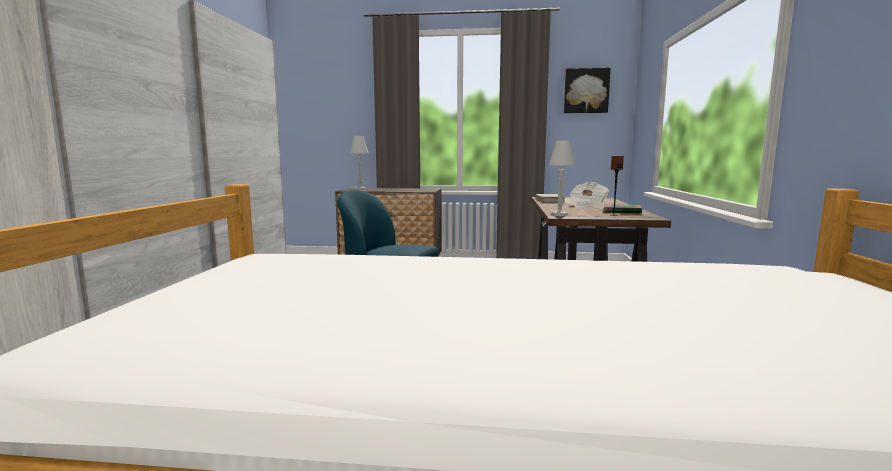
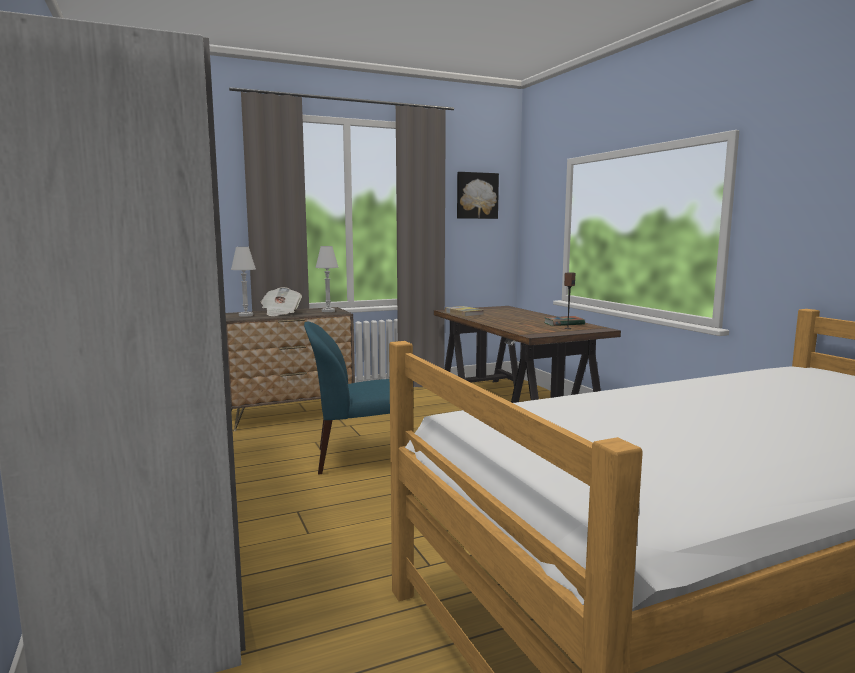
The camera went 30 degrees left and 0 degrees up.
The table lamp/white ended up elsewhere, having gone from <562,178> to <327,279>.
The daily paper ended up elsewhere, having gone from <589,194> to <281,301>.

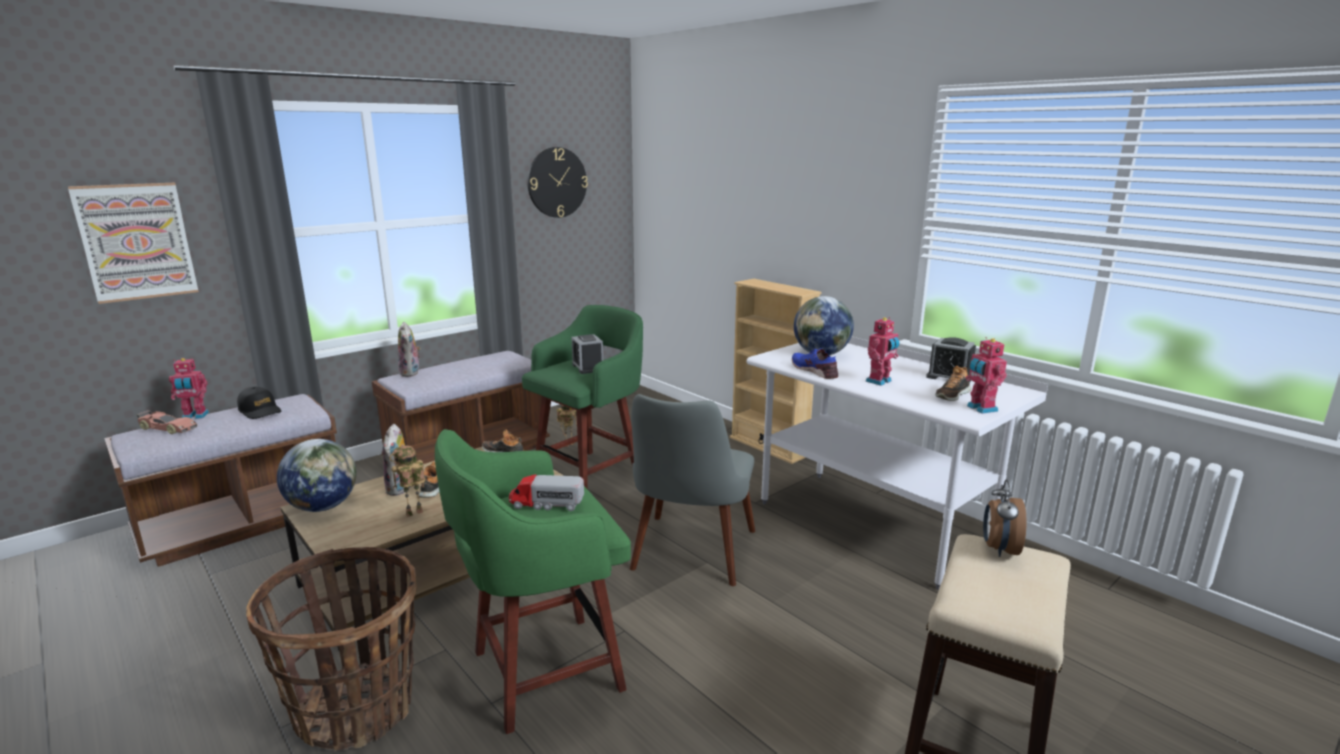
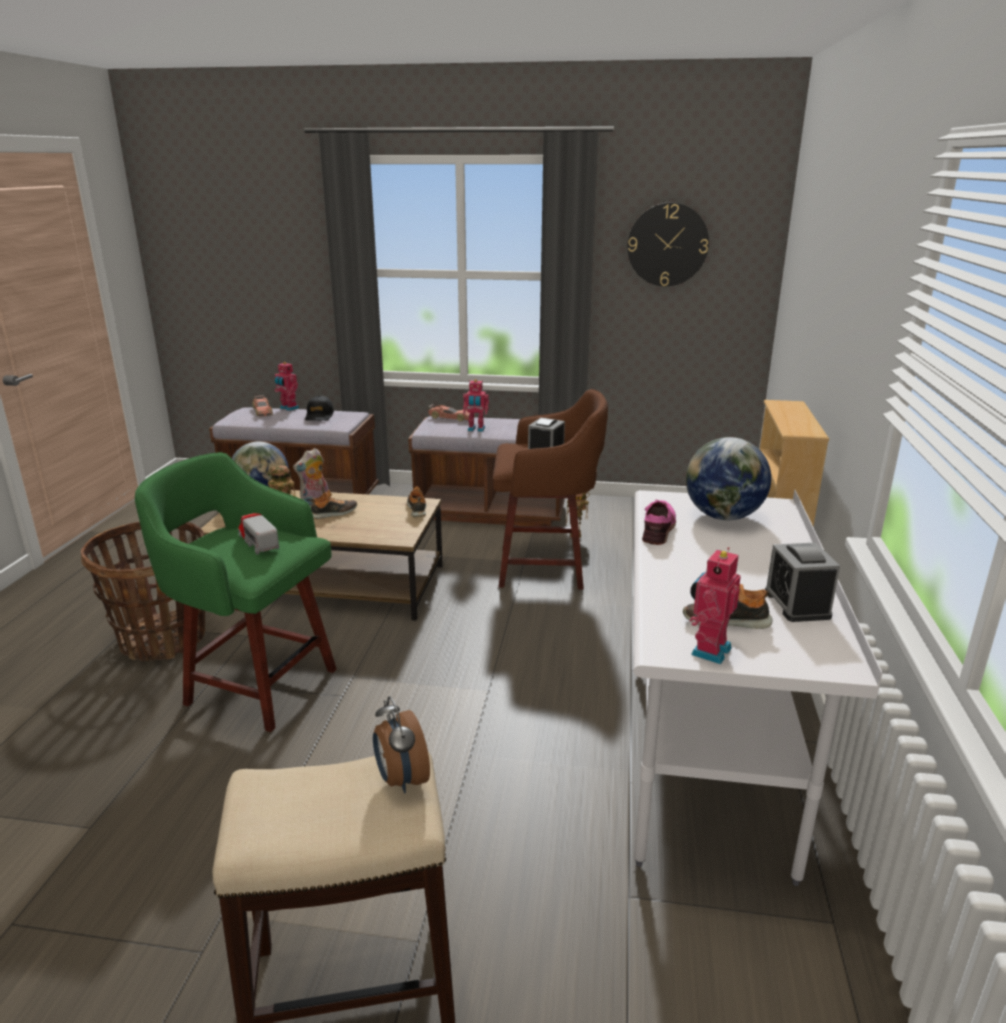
The camera went 50 degrees right and 5 degrees up.
The second view lost the wall picture at <133,243>.
What was the sitting stool/green at <582,397> turned into the sitting stool/brown-coloured at <550,489>.
The model robot ended up elsewhere, having gone from <882,351> to <476,405>.
Where the soft toy stood at <409,349>, the model car came to stand at <451,413>.
What was the item of footwear/bluish at <815,363> turned into the item of footwear/pink at <659,522>.
The second view lost the chair/gray at <692,490>.
The bedside clock at <1005,518> ended up facing another way, 90 degrees counterclockwise from before.

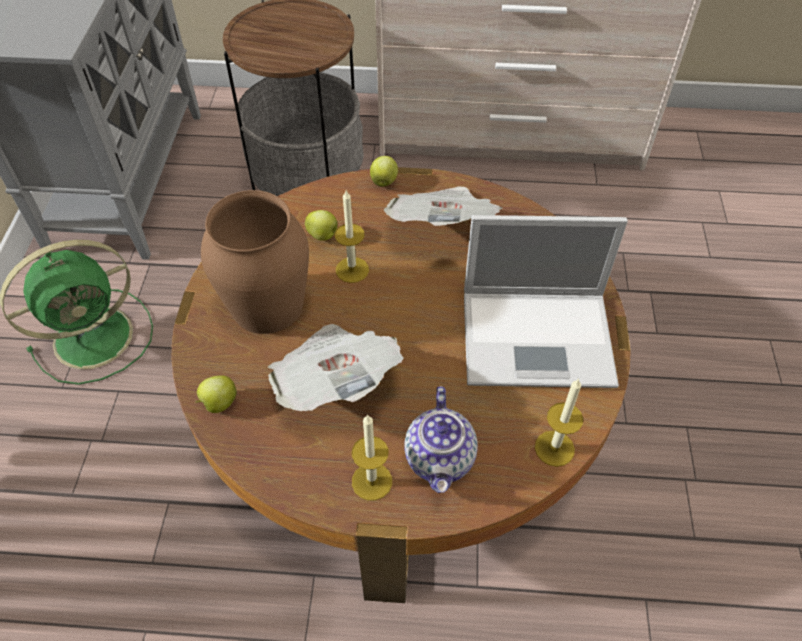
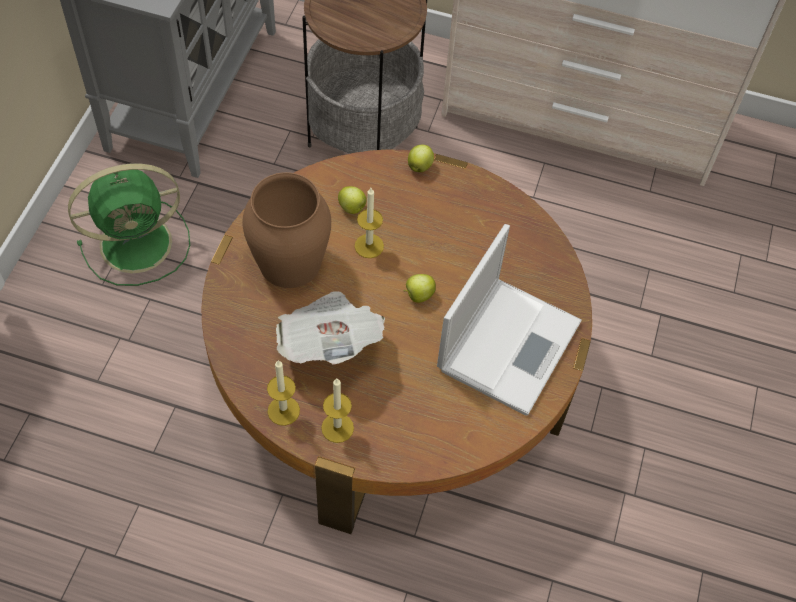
The camera went 10 degrees right and 5 degrees up.
The second view lost the daily paper at <443,206>.
The laptop at <546,301> ended up facing another way, 75 degrees counterclockwise from before.
The apple ended up elsewhere, having gone from <216,394> to <420,288>.
The wax light ended up elsewhere, having gone from <559,422> to <283,393>.
The second view lost the teapot at <441,439>.

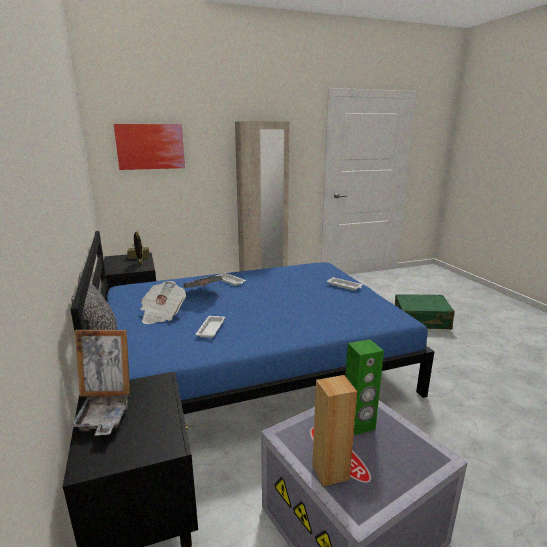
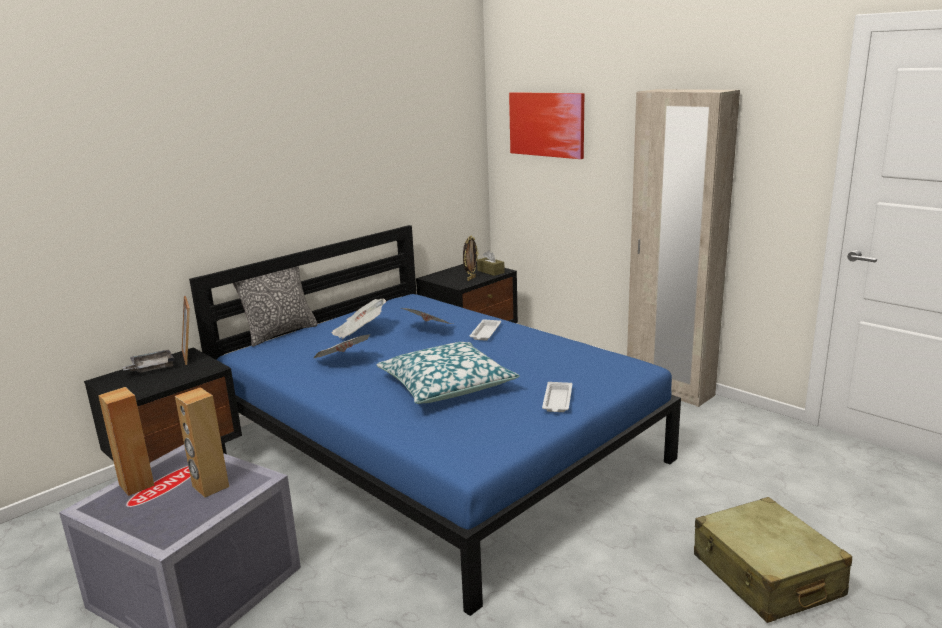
The camera went 65 degrees right and 0 degrees up.
What was the suitcase/green at <425,311> turned into the suitcase/sand-coloured at <773,560>.
Where the tray/white stood at <210,327>, the daily paper came to stand at <341,346>.
What was the loudspeaker/green at <364,387> turned into the loudspeaker/brown-coloured at <202,442>.
The second view gained the pillow at <448,373>.

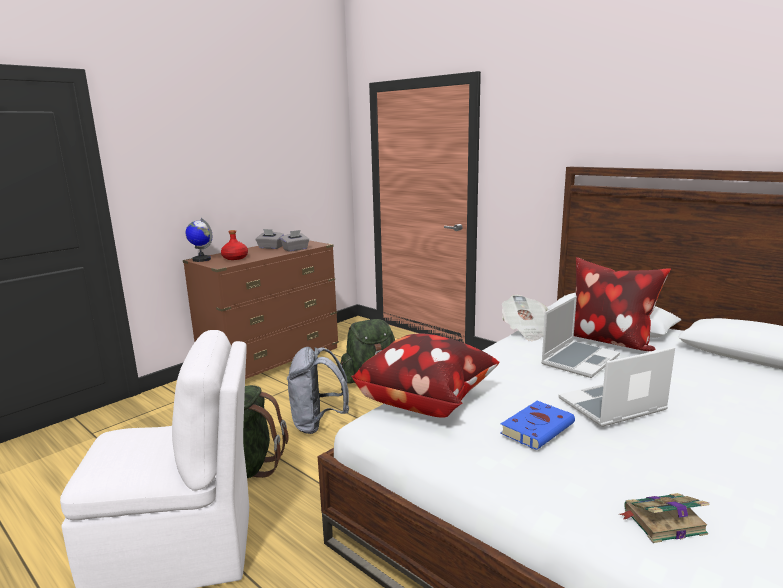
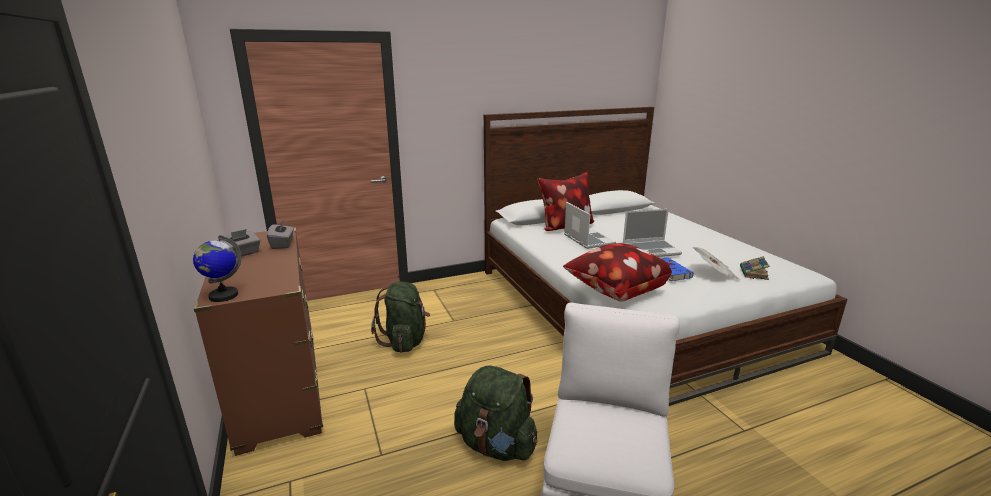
The camera went 65 degrees left and 5 degrees up.
The second view lost the beverage bottle/red at <234,245>.
The daily paper ended up elsewhere, having gone from <525,318> to <715,263>.
The second view lost the rucksack/gray at <318,390>.
The laptop at <616,387> ended up facing another way, 105 degrees counterclockwise from before.

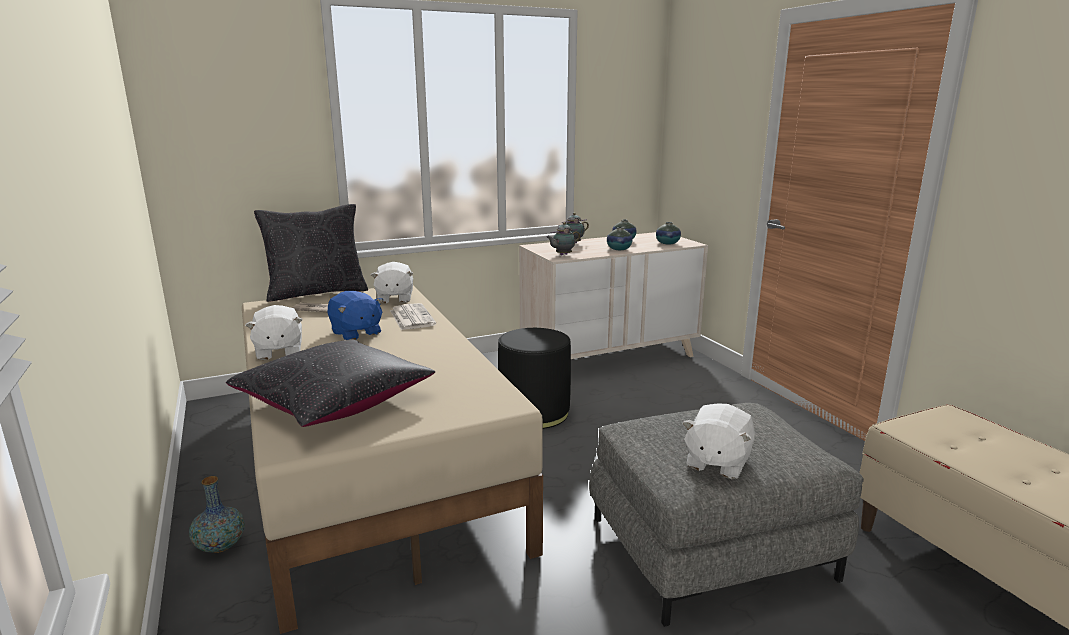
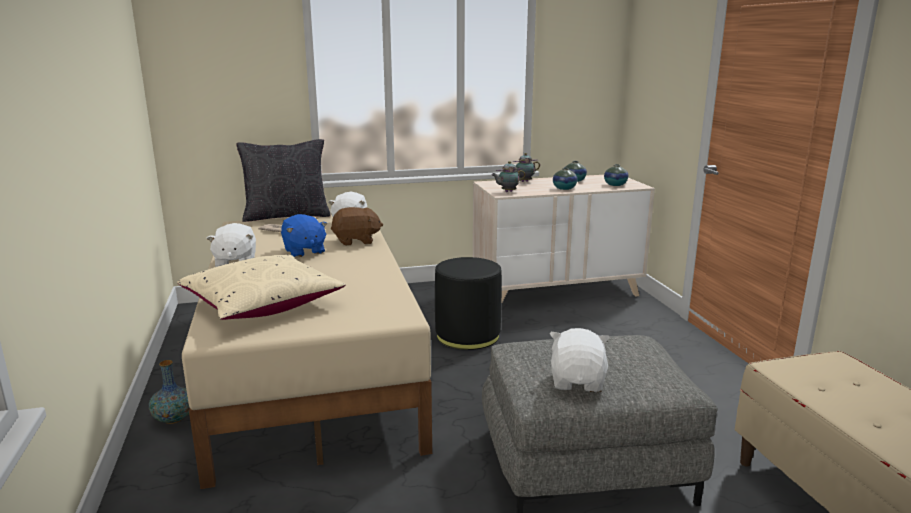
The camera went 10 degrees right and 0 degrees up.
Where the daily paper stood at <413,316>, the soft toy/brown-coloured came to stand at <357,226>.
What was the pillow/black at <330,383> turned into the pillow/sand-coloured at <261,287>.
The soft toy/white at <719,441> ended up facing another way, 150 degrees clockwise from before.

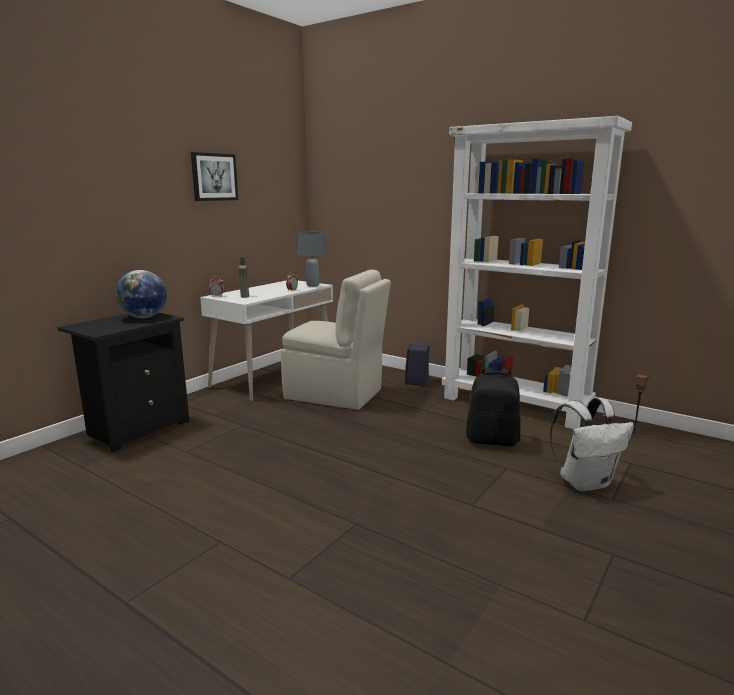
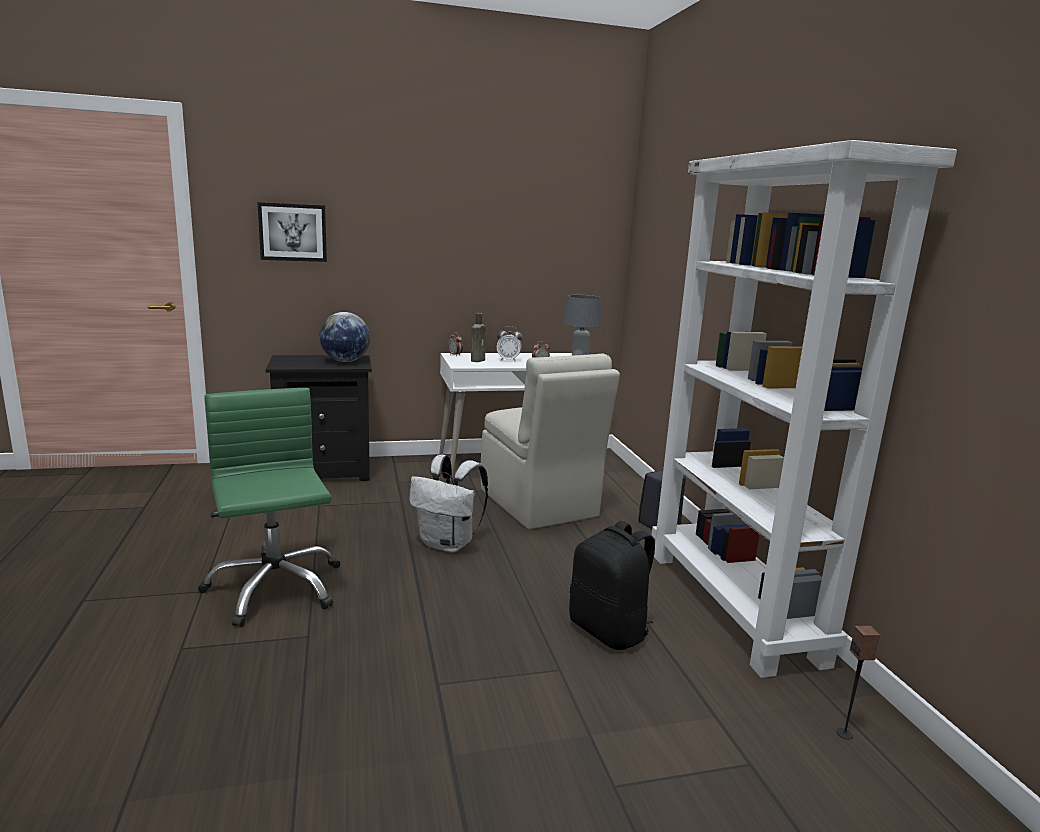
The camera went 40 degrees right and 0 degrees up.
The wall picture ended up elsewhere, having gone from <214,176> to <292,232>.
The rucksack/white ended up elsewhere, having gone from <592,445> to <448,504>.
The second view gained the bedside clock at <510,344>.
The second view gained the desk chair/green at <269,507>.

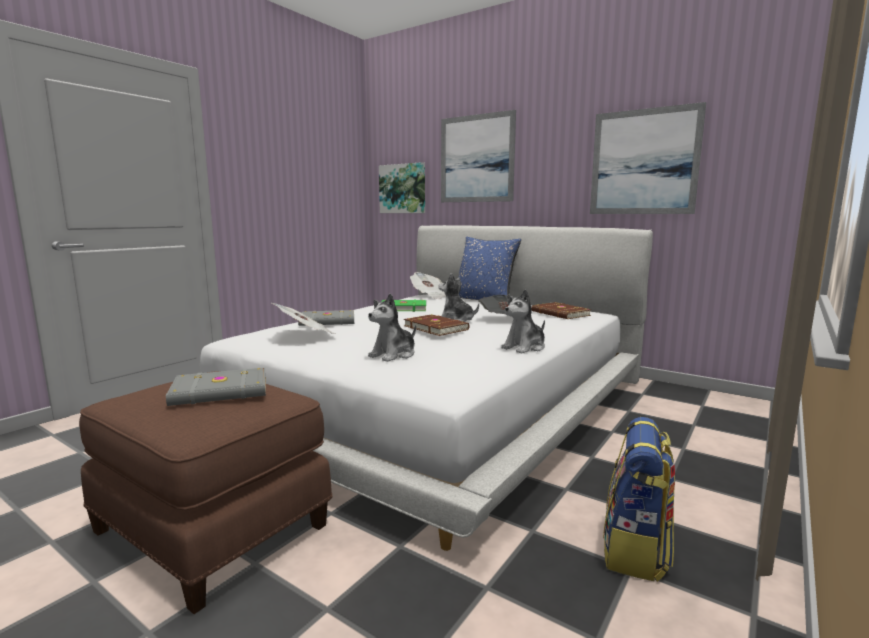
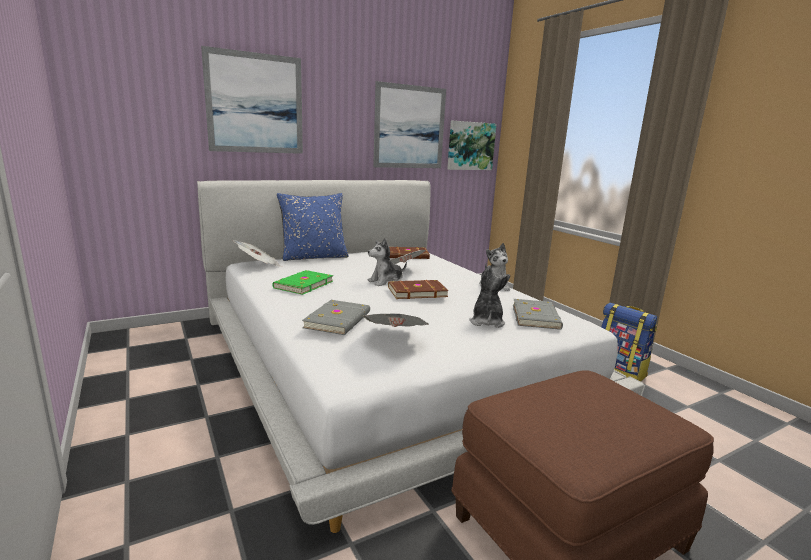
The camera went 65 degrees left and 5 degrees up.
The wall picture ended up elsewhere, having gone from <402,187> to <471,145>.
The soft toy at <392,327> ended up facing another way, 150 degrees counterclockwise from before.
The book/gray ended up elsewhere, having gone from <216,387> to <538,314>.

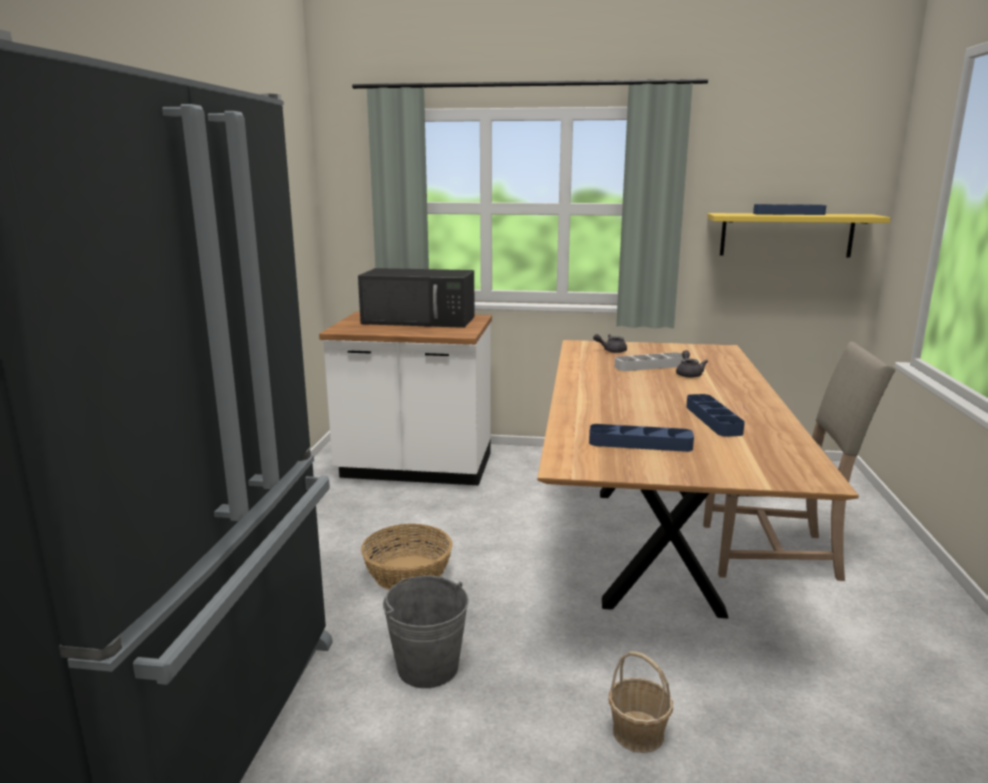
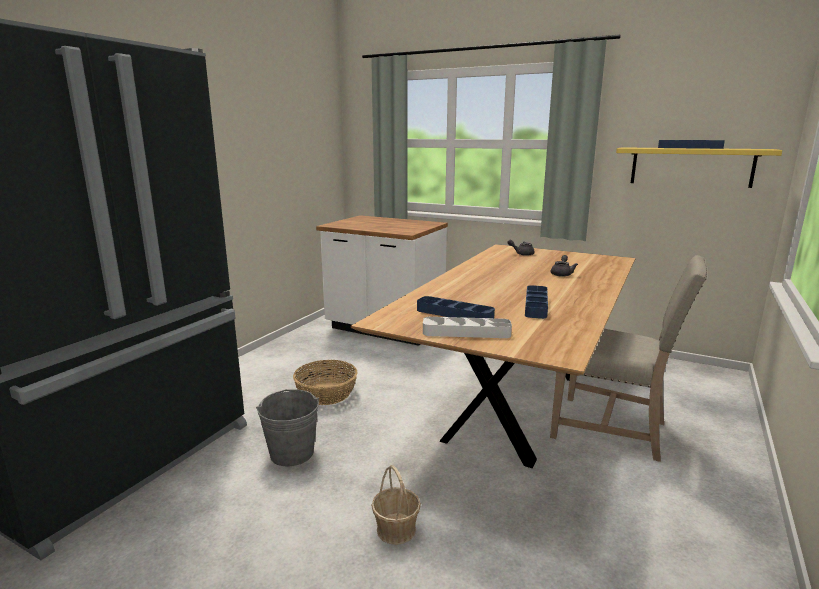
The camera went 20 degrees right and 0 degrees up.
The second view lost the microwave/black at <416,298>.
The tray/gray ended up elsewhere, having gone from <649,361> to <467,327>.

